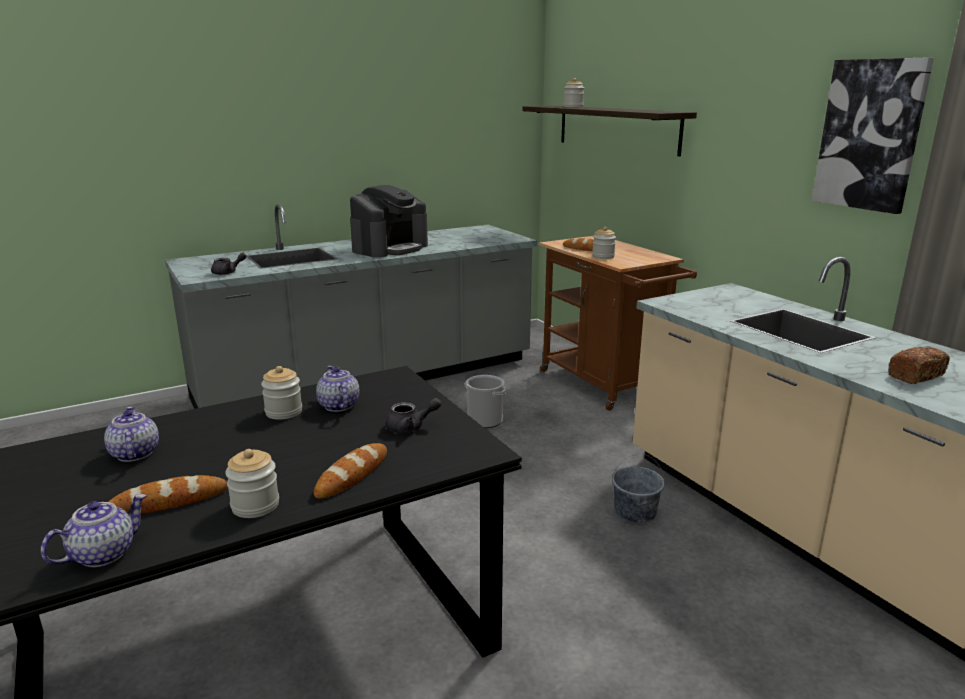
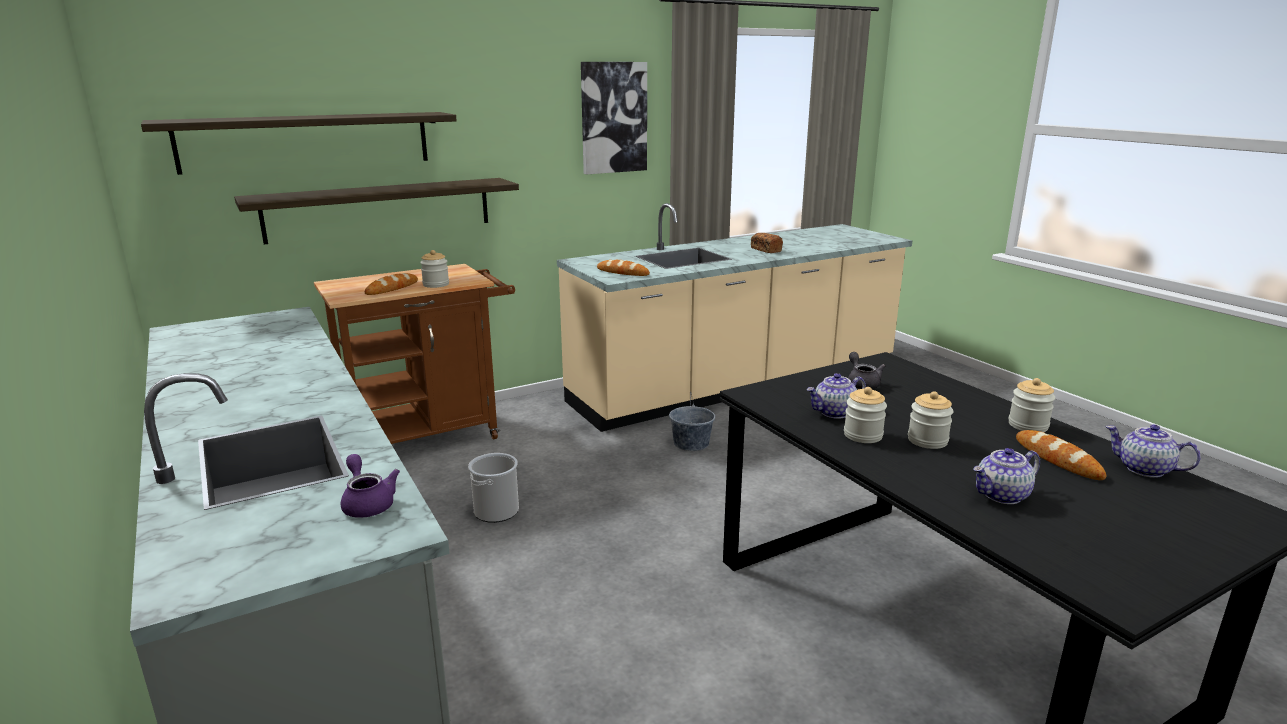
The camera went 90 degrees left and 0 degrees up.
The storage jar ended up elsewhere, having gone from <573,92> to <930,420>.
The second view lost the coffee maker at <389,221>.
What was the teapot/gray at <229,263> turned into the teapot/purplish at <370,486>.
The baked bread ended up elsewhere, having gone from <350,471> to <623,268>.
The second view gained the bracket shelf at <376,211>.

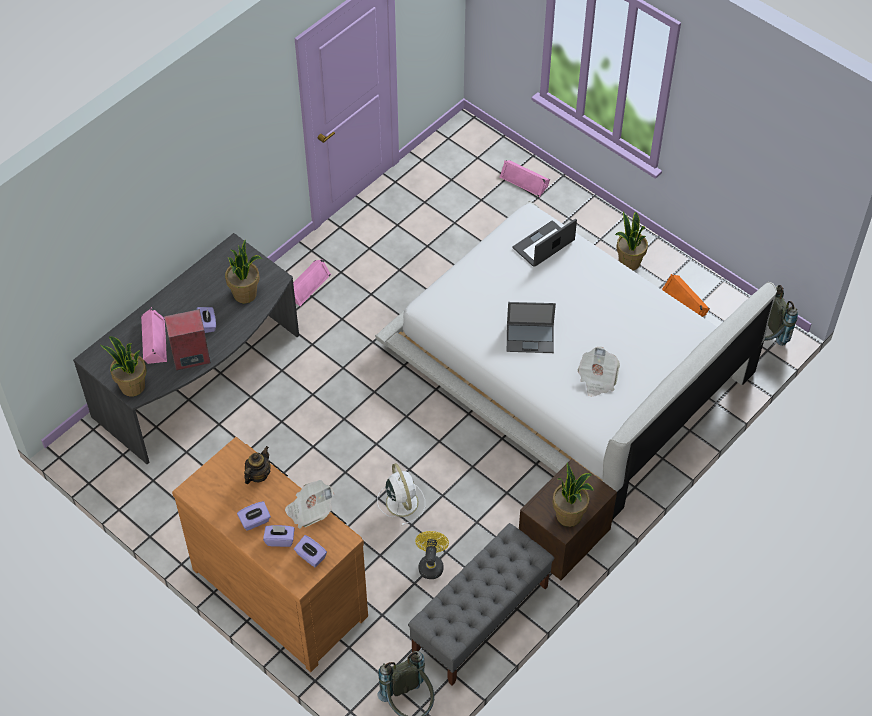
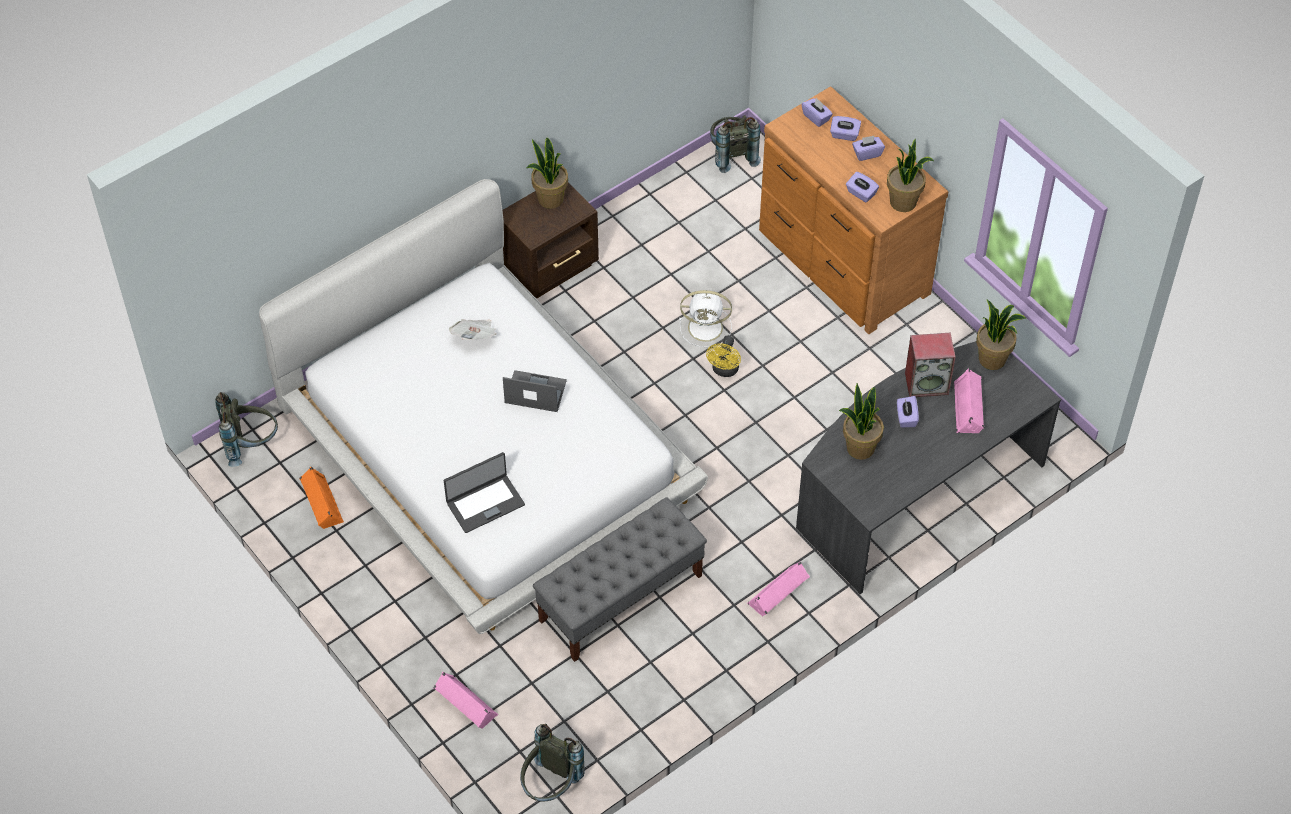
The camera went 170 degrees left and 0 degrees up.
The potted plant ended up elsewhere, having gone from <631,240> to <910,175>.
Where the teapot stood at <257,465>, the tissue holder/purplish came to stand at <862,187>.
The electric fan/white at <401,494> ended up facing another way, 75 degrees counterclockwise from before.
The second view lost the daily paper at <309,504>.
The bench/gray ended up elsewhere, having gone from <481,604> to <620,579>.
The electric fan/yellow-coloured ended up elsewhere, having gone from <432,555> to <723,356>.
The second view gained the rucksack/gray at <552,763>.

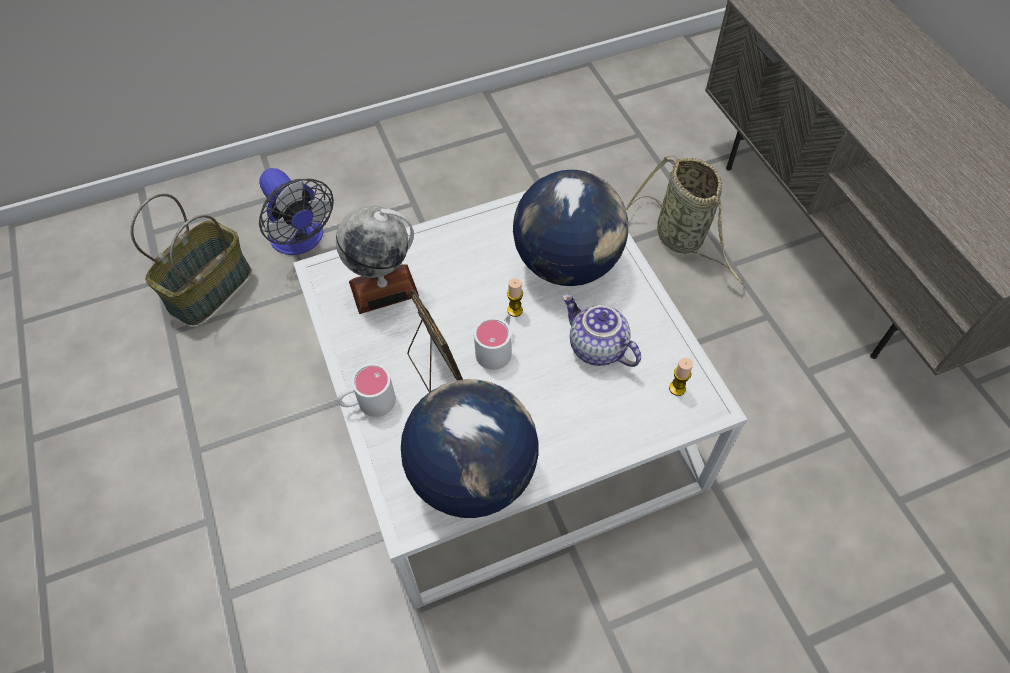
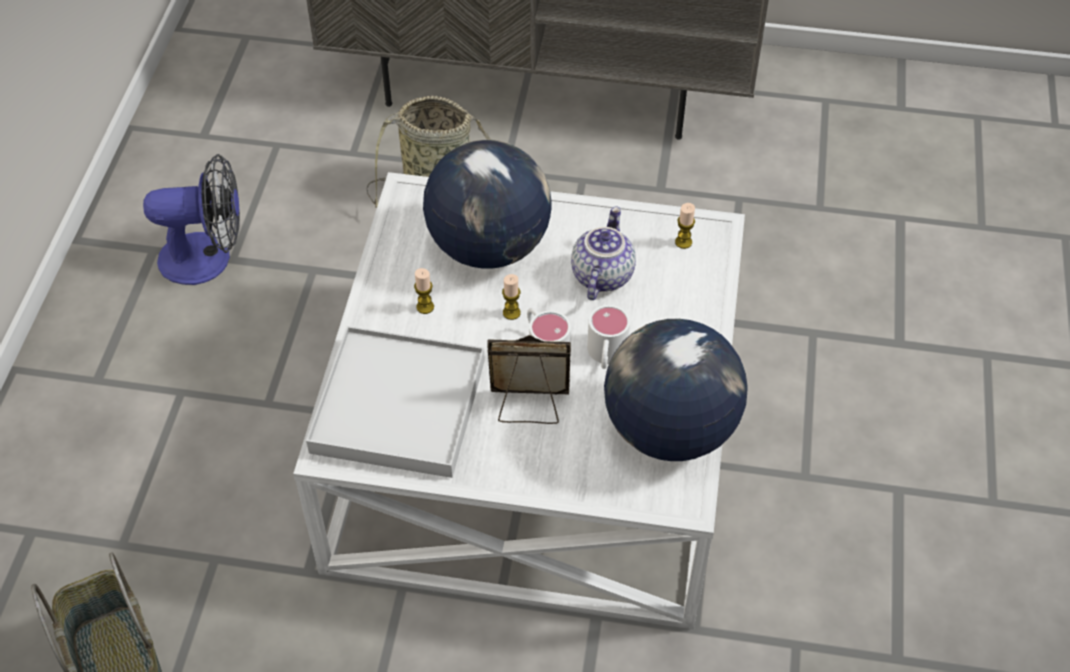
The camera went 60 degrees left and 5 degrees down.
The electric fan ended up elsewhere, having gone from <296,211> to <191,219>.
Where the globe stood at <377,259>, the tray/white came to stand at <395,402>.
The teapot at <602,330> ended up facing another way, 120 degrees clockwise from before.
The tea mug/white ended up elsewhere, having gone from <366,390> to <608,337>.
The second view gained the wax light at <424,291>.

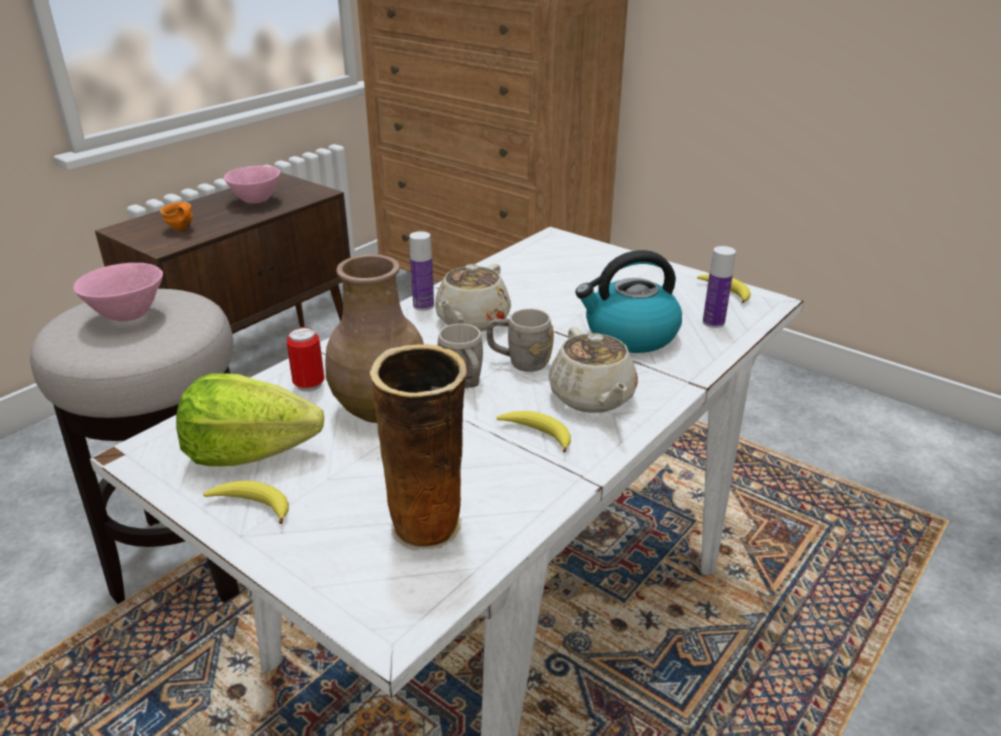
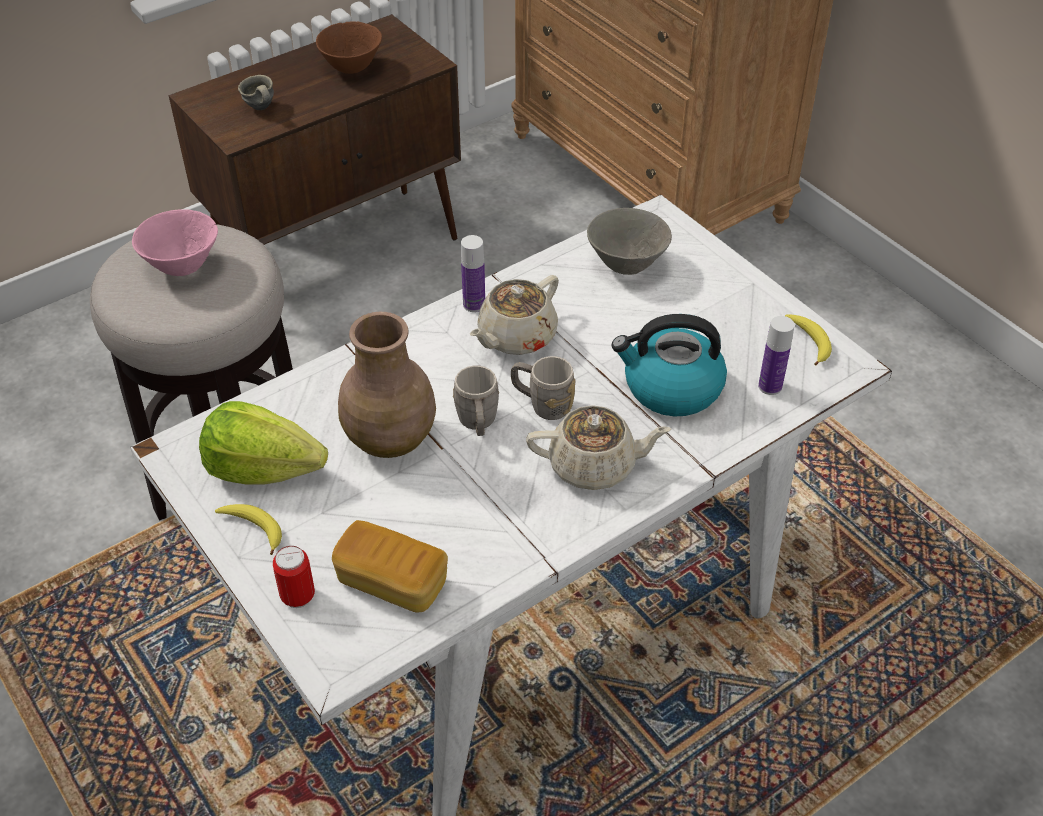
The camera went 15 degrees right and 15 degrees up.
What was the deep dish/pink at <252,185> turned into the deep dish/brown-coloured at <349,47>.
What was the tea mug/orangey at <176,216> turned into the tea mug/gray at <256,92>.
The sealed can ended up elsewhere, having gone from <305,359> to <294,577>.
The teapot/sand-coloured at <593,370> ended up facing another way, 90 degrees counterclockwise from before.
Where the vase stood at <418,447>, the baked bread came to stand at <390,566>.
The second view lost the banana at <534,432>.
The second view gained the deep dish/gray at <629,241>.

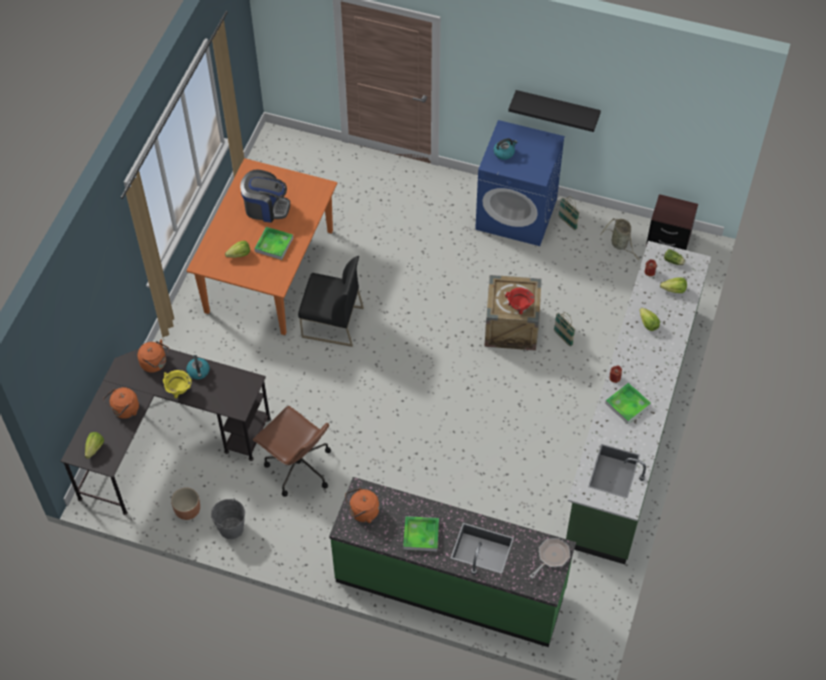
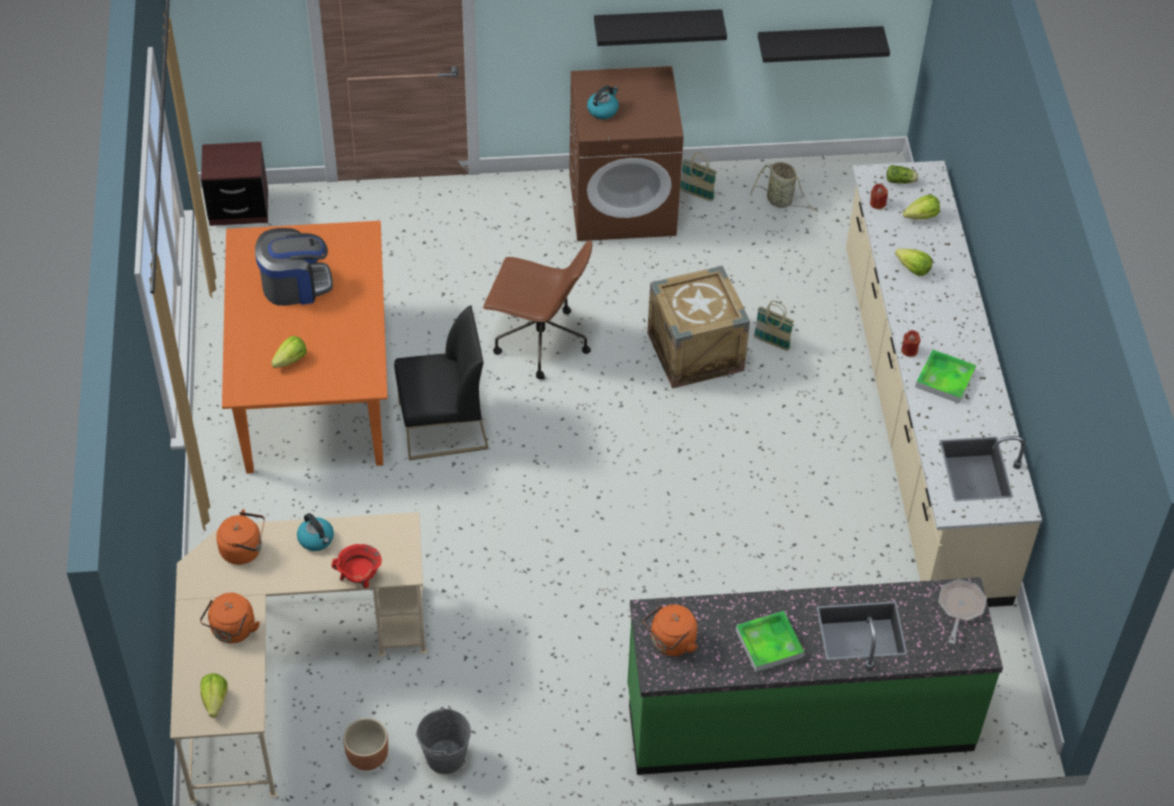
The camera went 25 degrees left and 5 degrees down.
What was the laundry appliance/bluish at <520,183> turned into the laundry appliance/brown-coloured at <626,153>.
The nightstand/brown-coloured ended up elsewhere, having gone from <672,222> to <234,184>.
The second view lost the tray at <273,243>.
What was the kitchen counter/green at <638,402> turned into the kitchen counter/sand-coloured at <944,384>.
The saucepot/red ended up elsewhere, having gone from <519,301> to <357,566>.
What was the desk unit/black at <166,431> turned into the desk unit/sand-coloured at <298,658>.
The second view lost the saucepot/yellow-coloured at <177,384>.
The desk chair/brown-coloured ended up elsewhere, having gone from <292,451> to <537,309>.
The second view gained the bracket shelf/black at <824,44>.

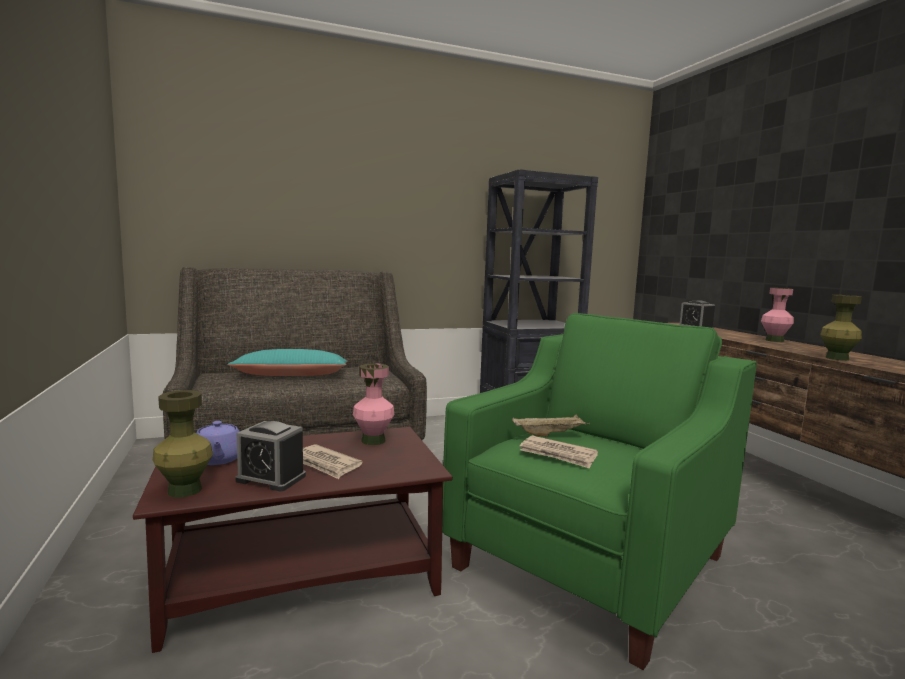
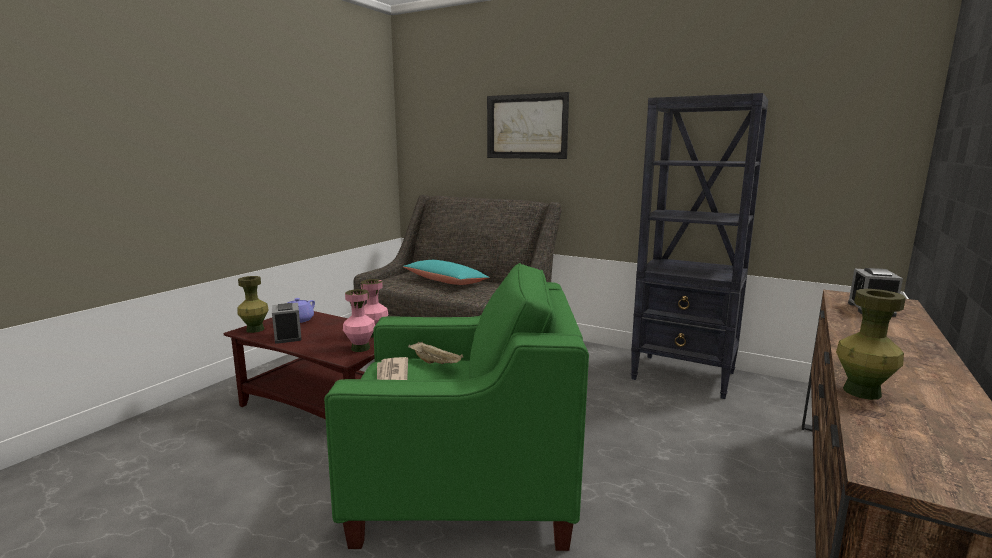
The camera went 50 degrees right and 5 degrees up.
The vase/pink ended up elsewhere, having gone from <777,315> to <359,320>.
The second view lost the daily paper at <333,461>.
The second view gained the wall picture at <528,125>.

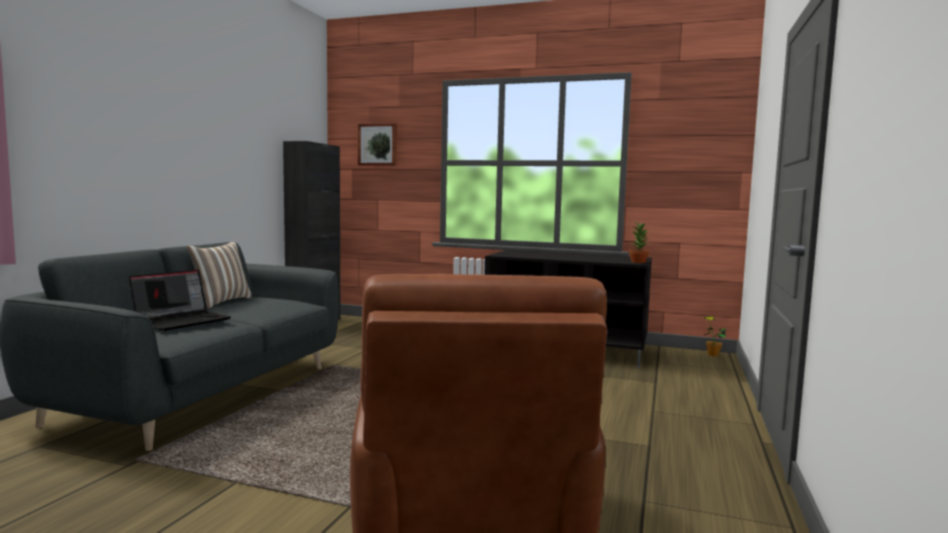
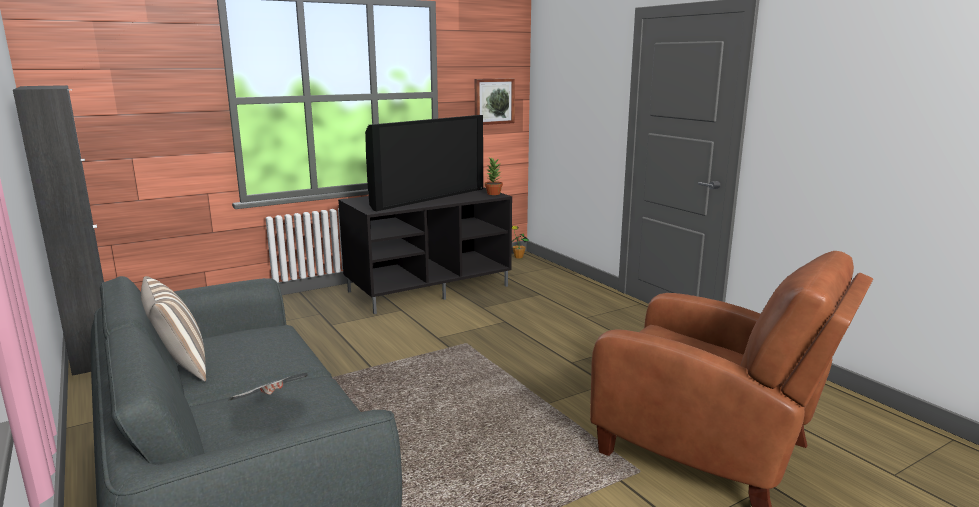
The camera went 50 degrees left and 10 degrees up.
The wall picture ended up elsewhere, having gone from <377,144> to <495,101>.
Where the laptop stood at <180,300>, the daily paper came to stand at <268,387>.
The second view gained the TV set at <424,163>.

